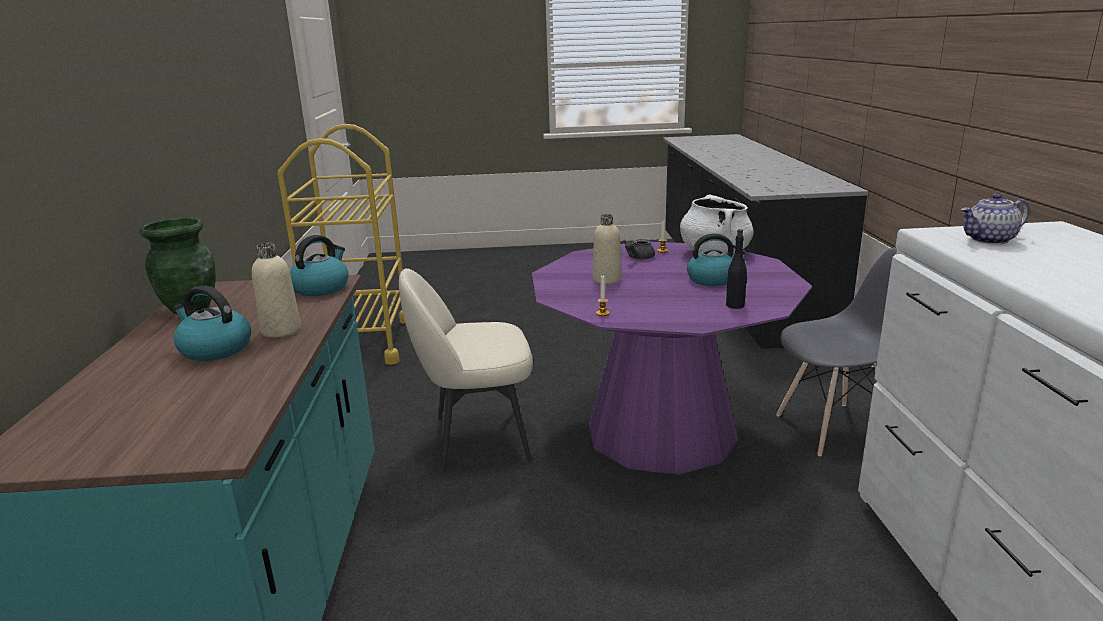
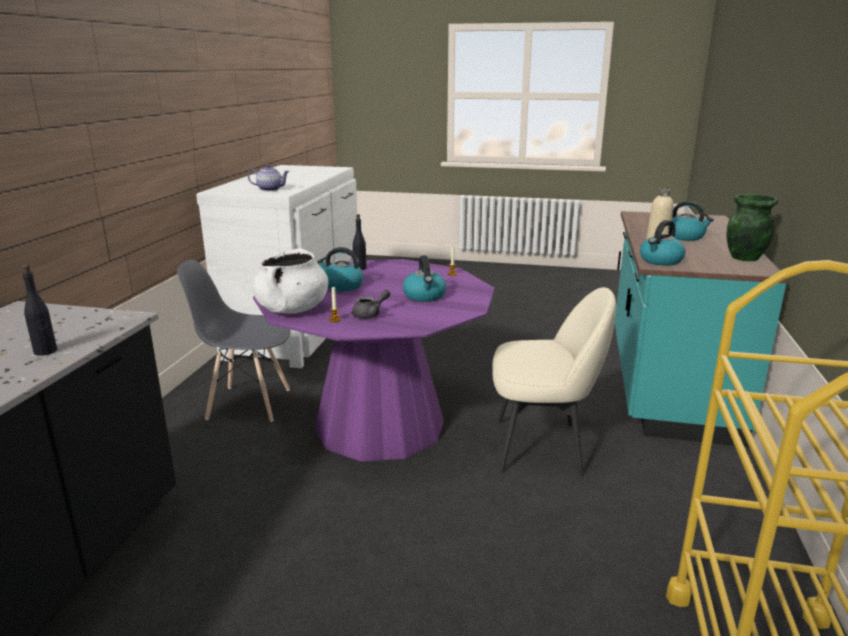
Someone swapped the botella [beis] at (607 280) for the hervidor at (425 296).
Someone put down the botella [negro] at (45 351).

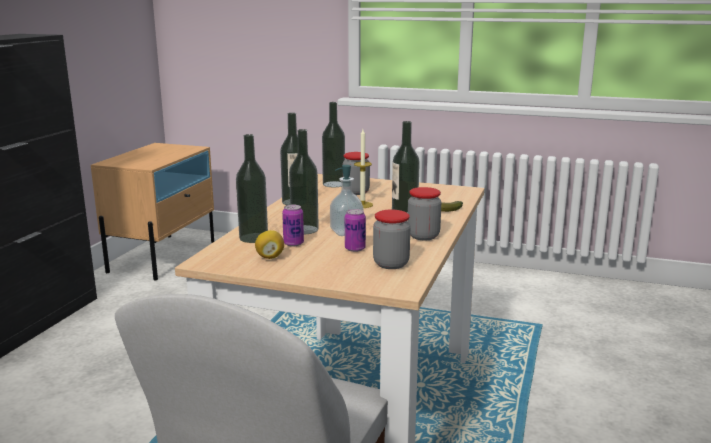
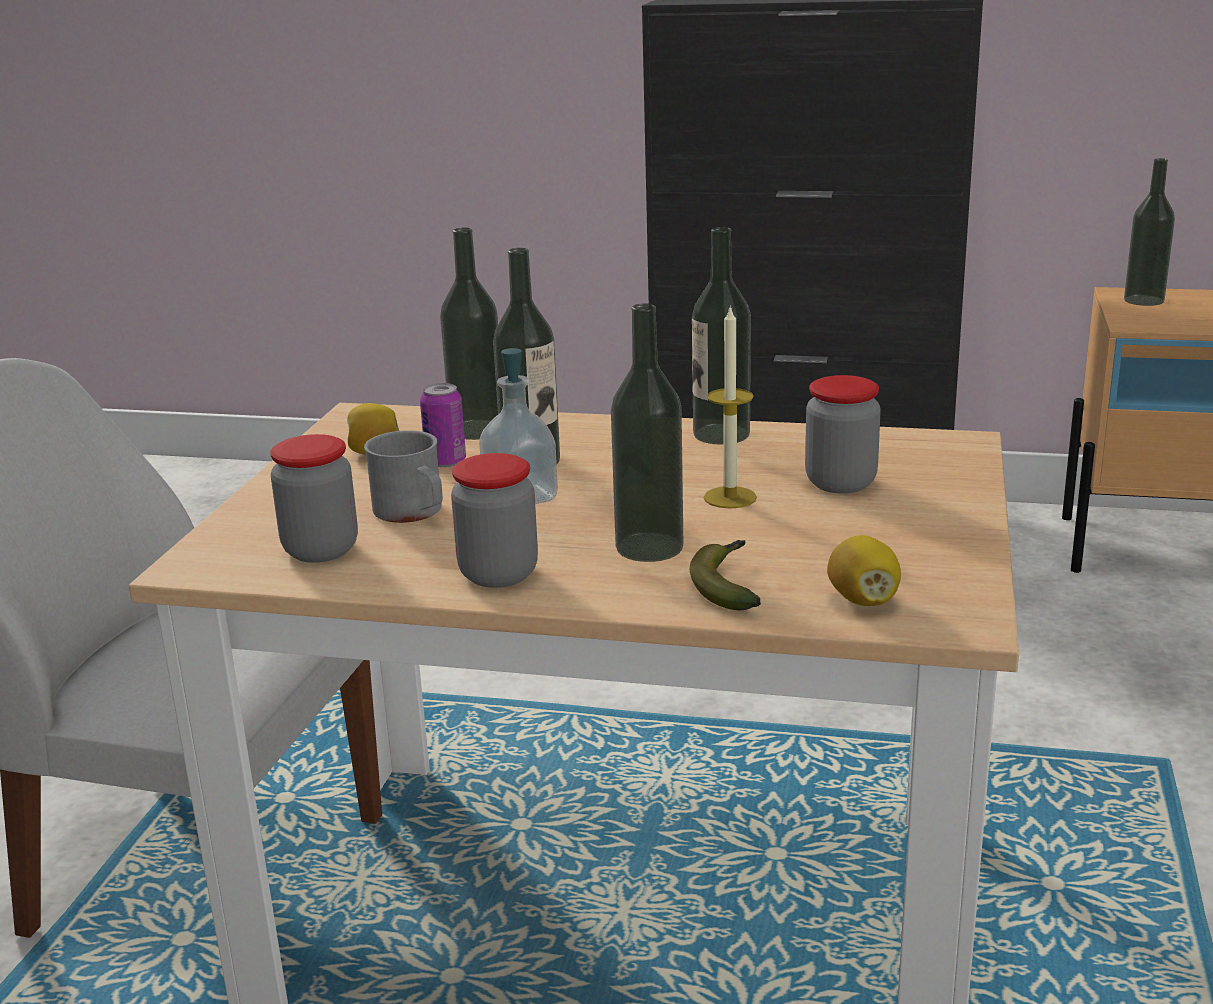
Someone carried the botella from (333 184) to (1144 300).
Someone swapped the lata at (355 249) for the taza grande [gris] at (414 513).
Someone put down the limón at (863 600).

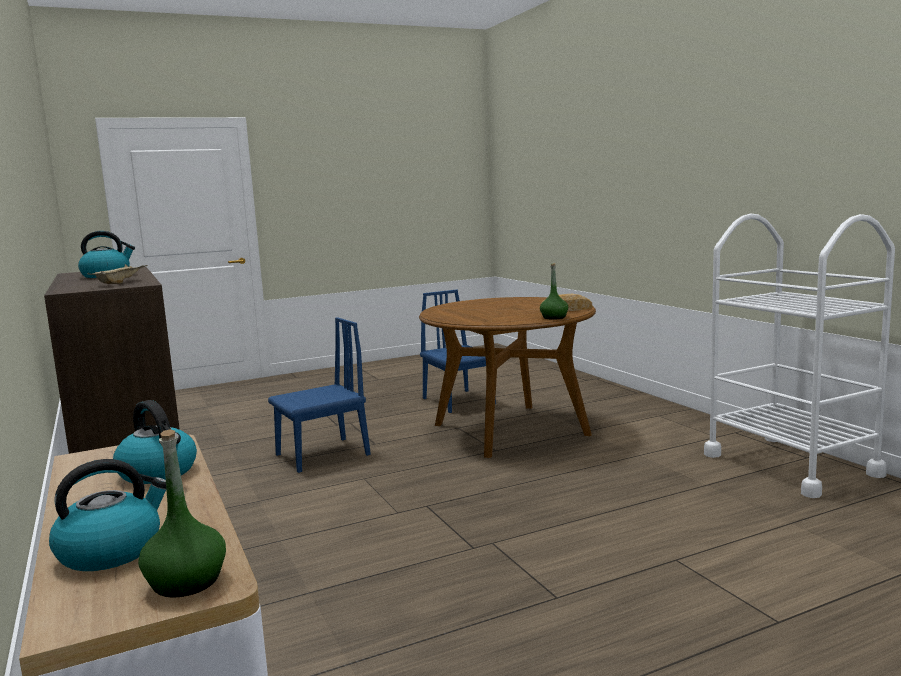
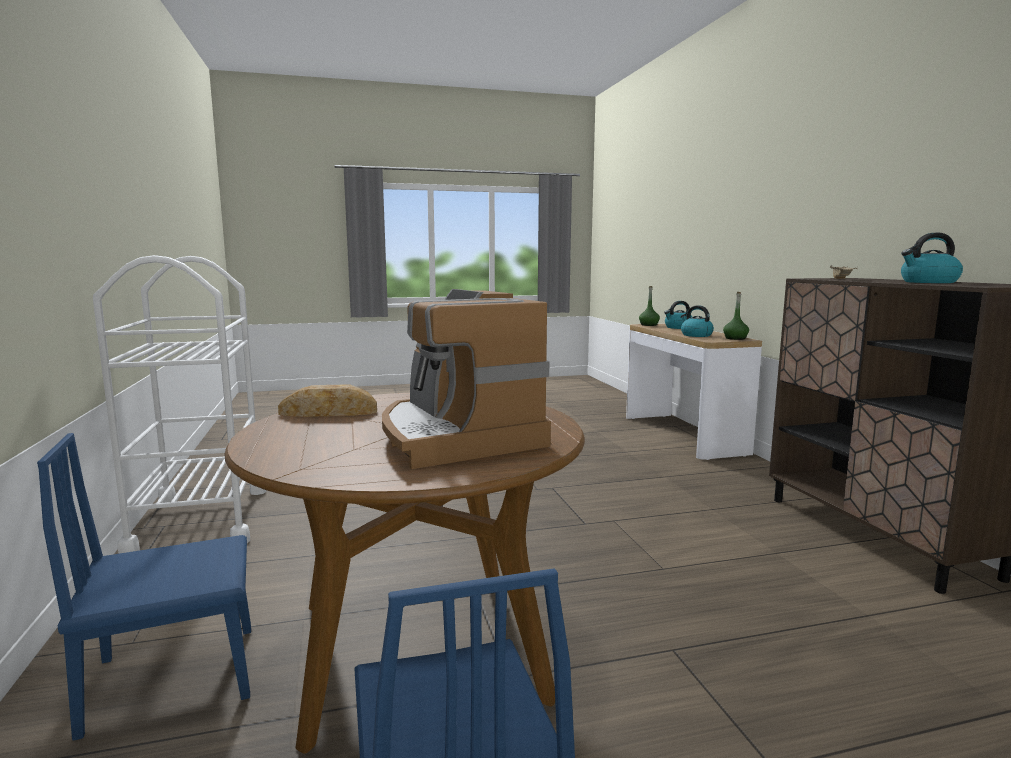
Someone carried the botella [verde] from (554 317) to (735 338).
Someone carried the silla [azul] from (322 455) to (174 678).
Someone put down the cafetera at (456 436).

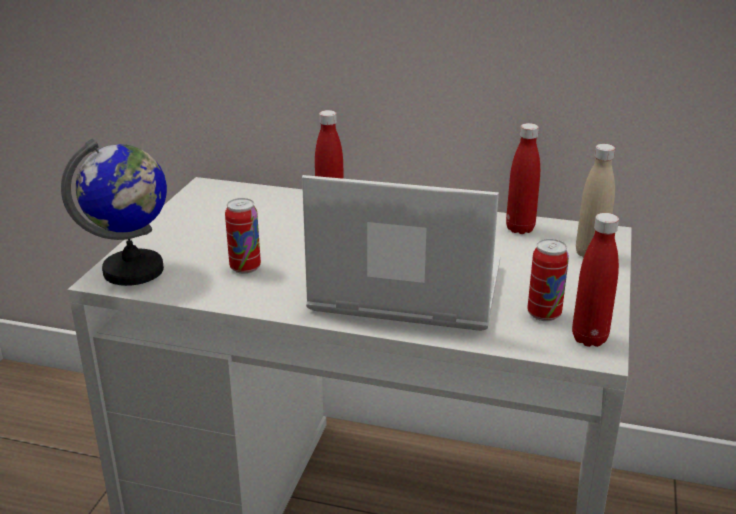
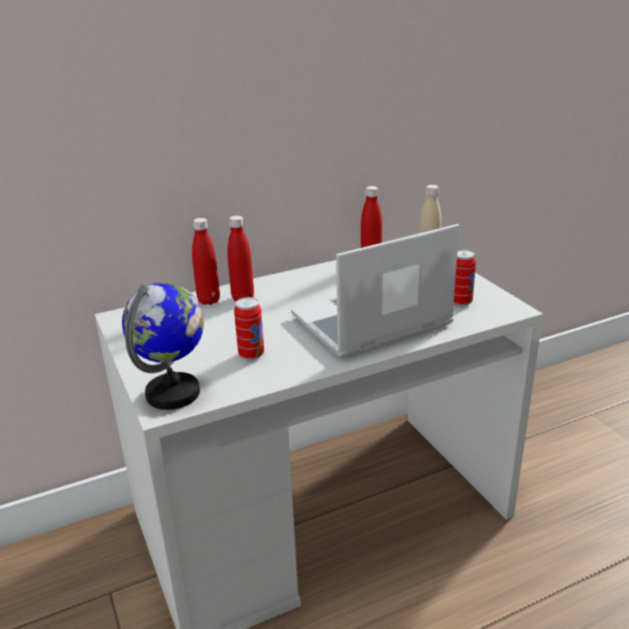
Someone carried the botella [rojo] from (589 338) to (209 300).

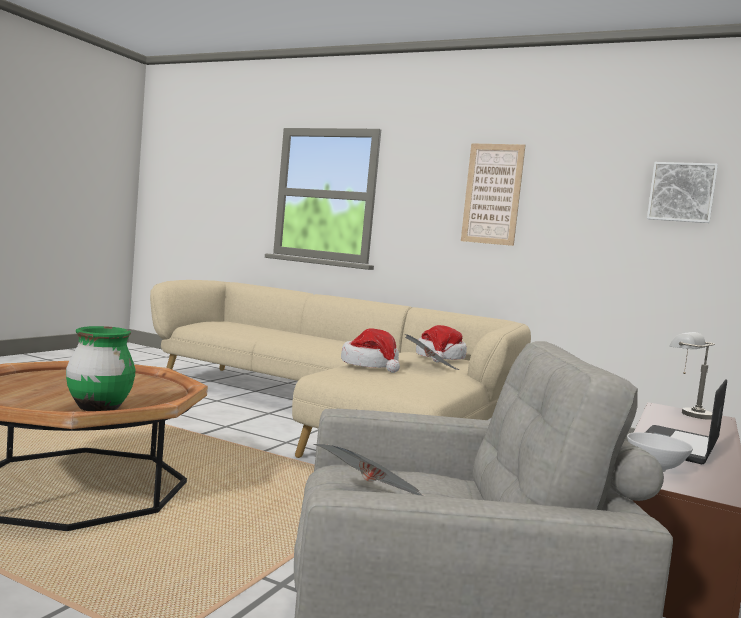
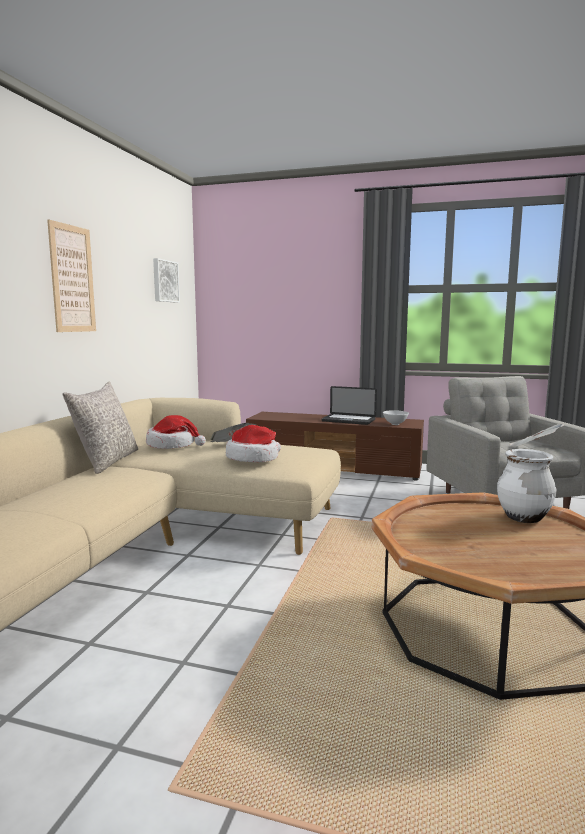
Someone repainted the florero [verde] at (98 408), which became the florero [blanco] at (523 518).
Someone took away the lámpara de mesa [gris] at (686 413).
Someone put down the cojín [gris] at (107 461).

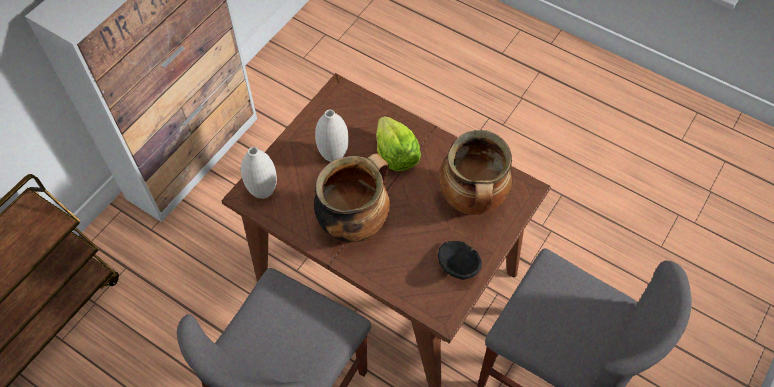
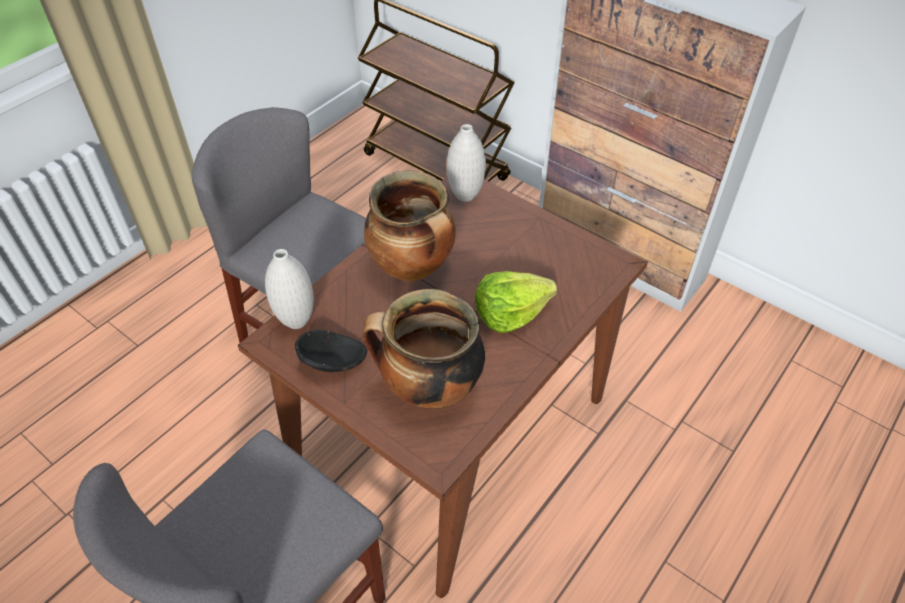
Someone carried the florero [blanco] from (333 156) to (296 321).

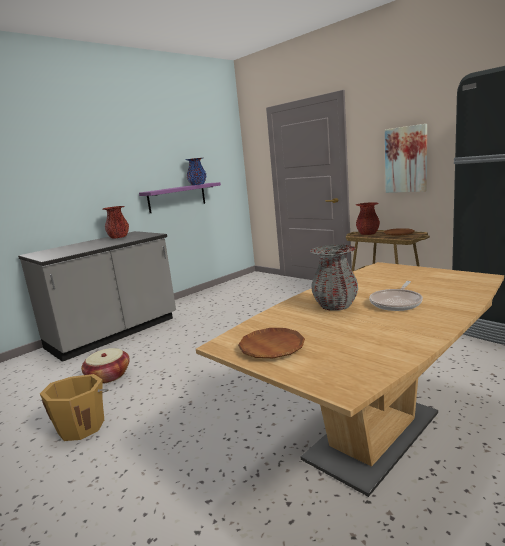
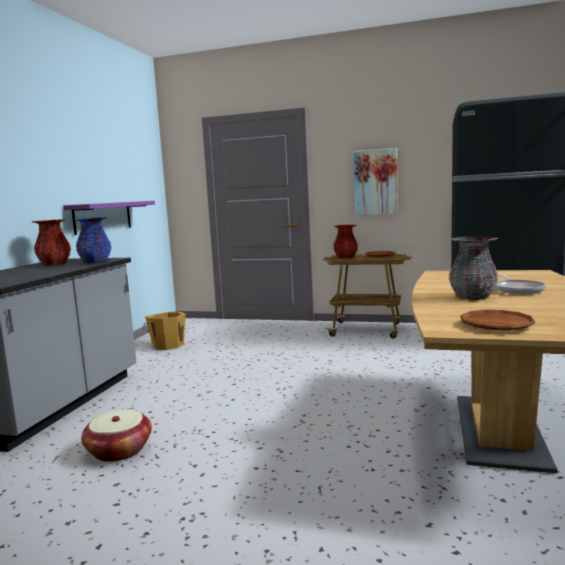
Someone carried the florero [azul] from (197 184) to (95 261).
Someone carried the cubo [naranja] from (81 426) to (168 345).

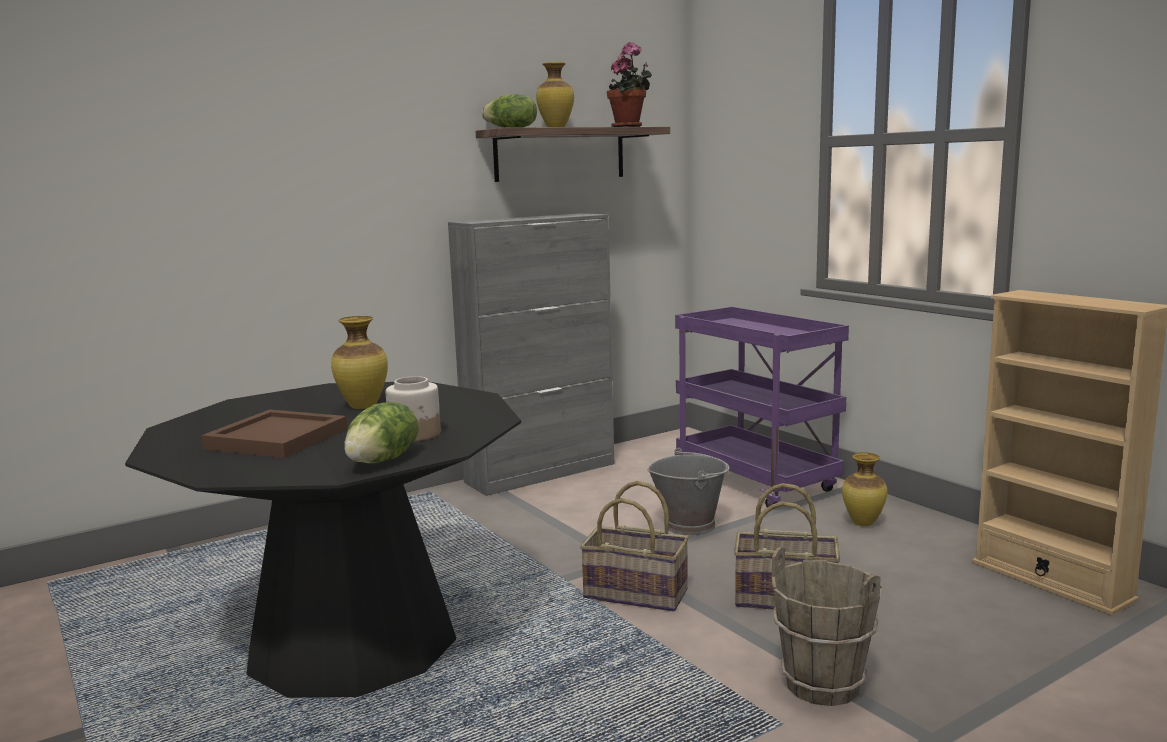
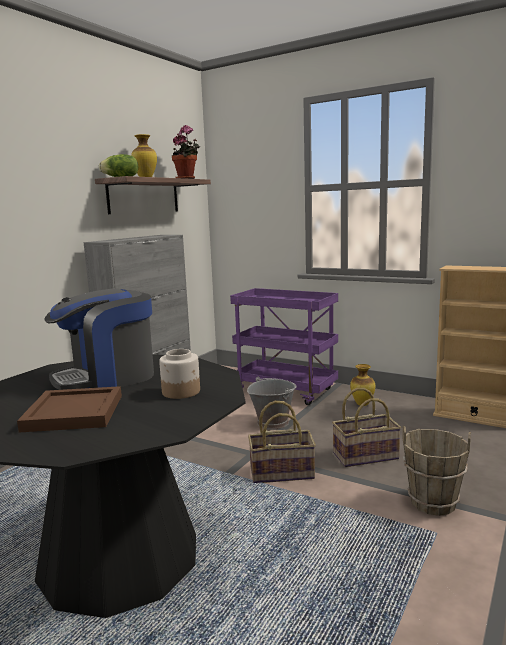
Someone swapped the florero at (364 407) for the cafetera at (107 378).
Someone took away the lechuga at (384 460).

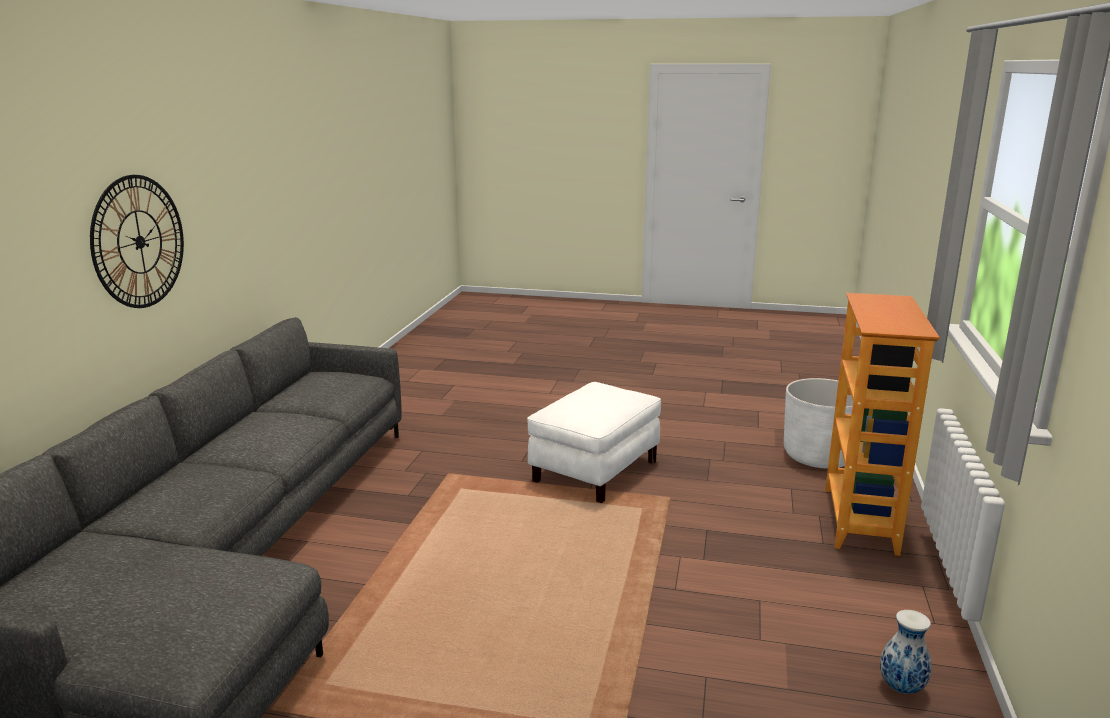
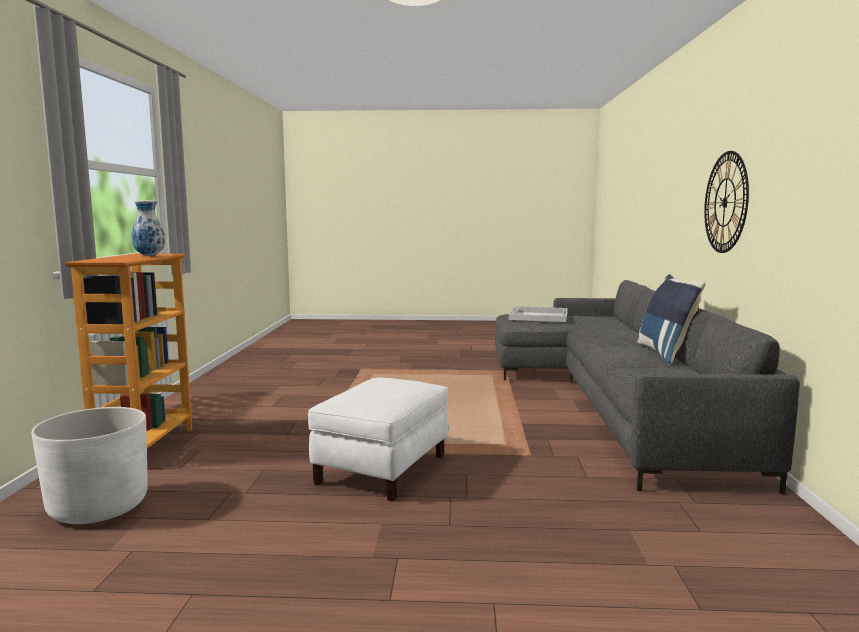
Someone carried the florero from (901 688) to (150 255).
Someone put down the cojín [azul] at (667 353).
Someone put down the bandeja [blanco] at (539 316).

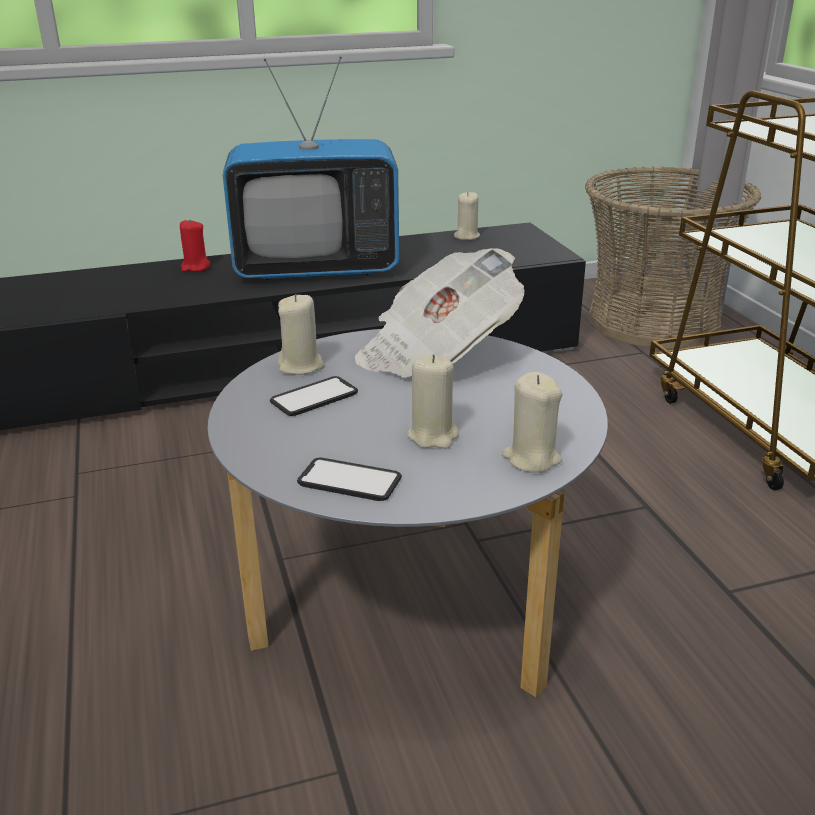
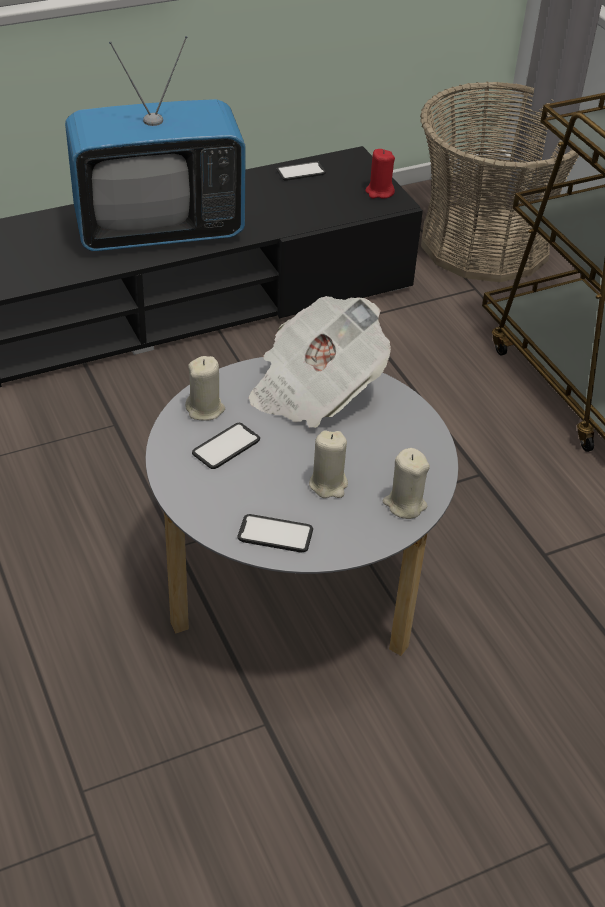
Someone swapped the vela [beis] at (466 236) for the móvil at (301 172).
Someone carried the vela [rojo] from (195 267) to (379 192).

